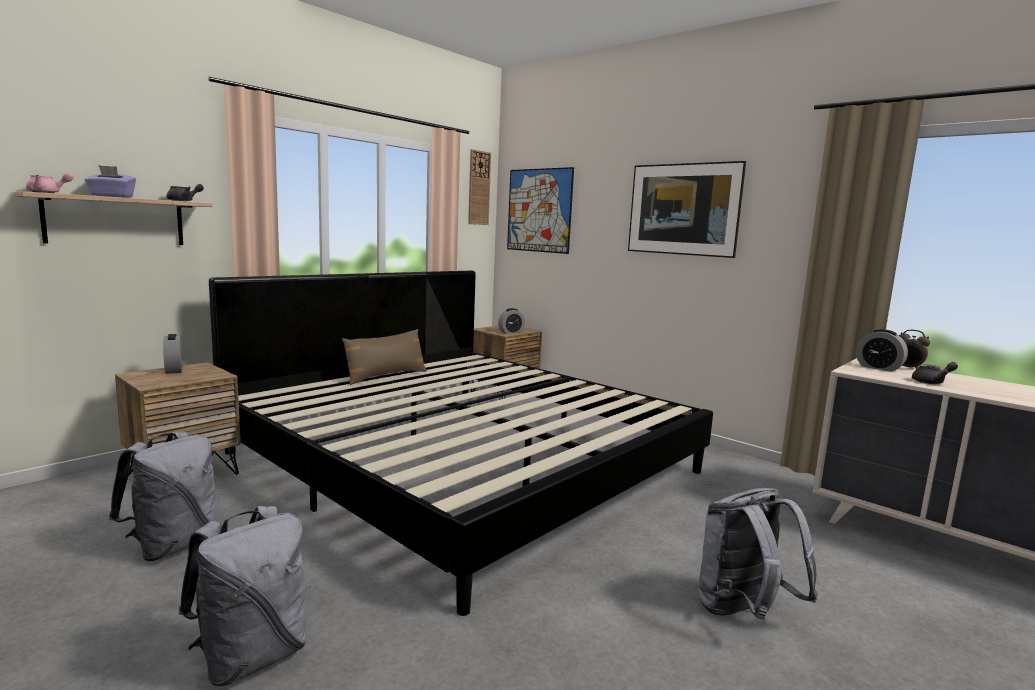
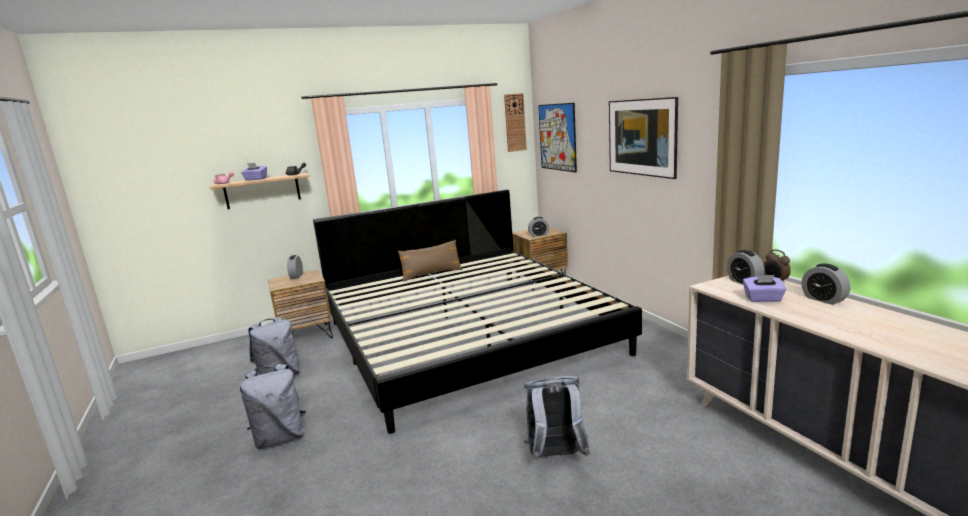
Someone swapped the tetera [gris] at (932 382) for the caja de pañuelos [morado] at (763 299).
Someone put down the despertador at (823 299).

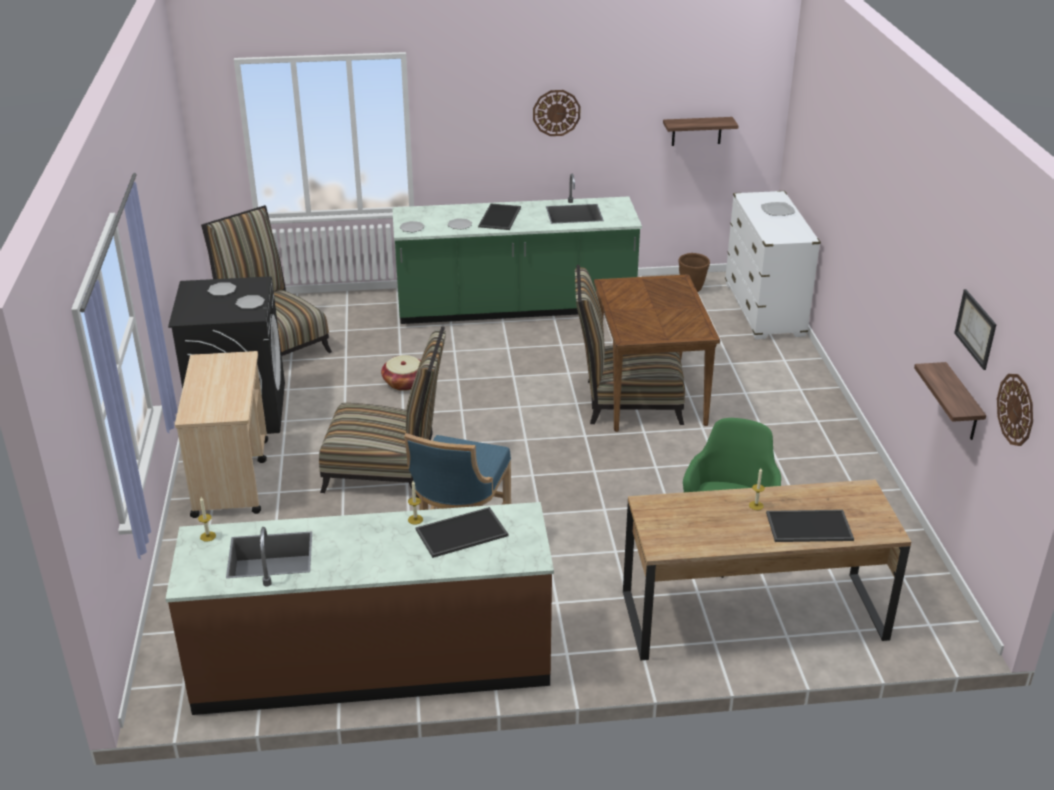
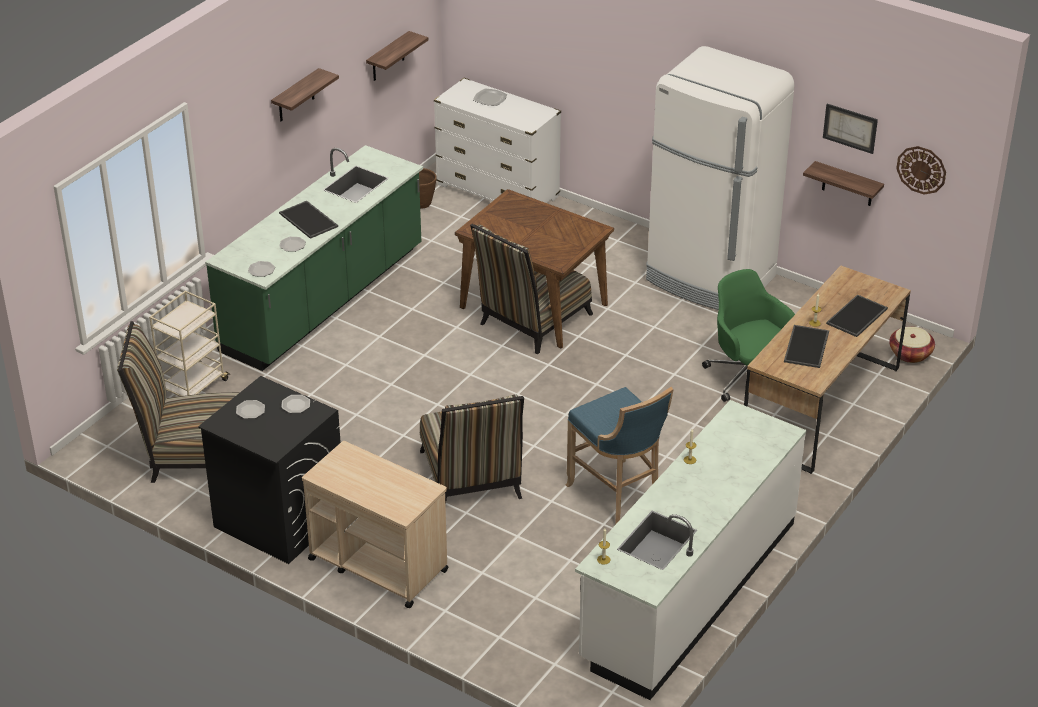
Someone swapped the reloj de pared at (556 112) for the estante at (296 96).
Someone rotated the silla at (387 470) by 120 degrees clockwise.
Someone carried the cesta from (404 383) to (910 354).
Someone repainted the mueble bajo de cocina [marrón] at (373 663), which became the mueble bajo de cocina [blanco] at (688 591).
Someone carried the bandeja from (461 534) to (807 347).
Someone put down the nevera [blanco] at (710 279).
Someone put down the carrito [beis] at (193 388).

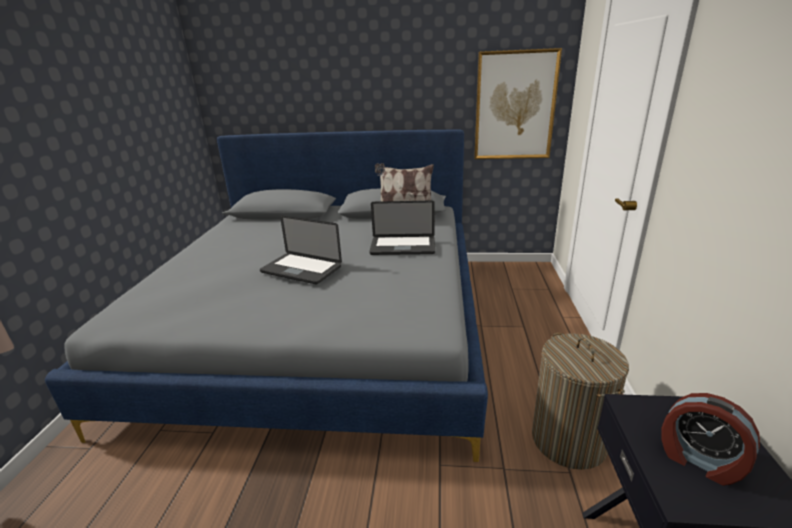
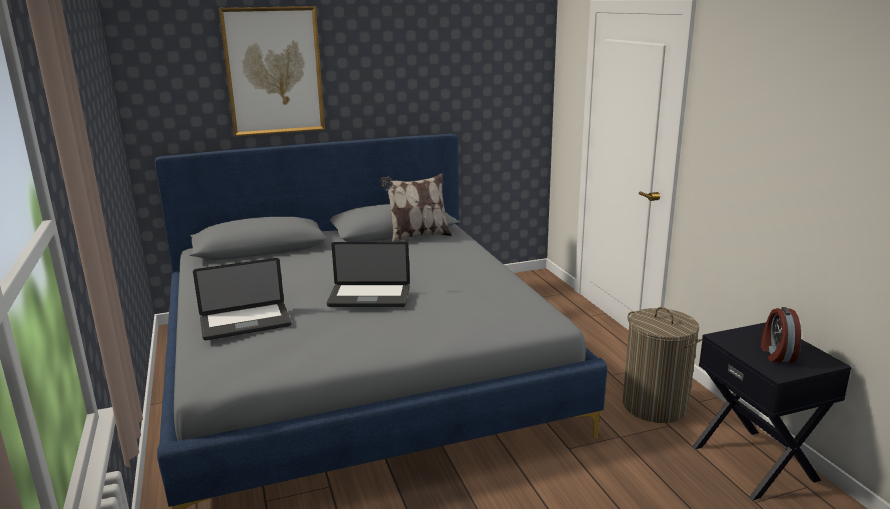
Someone carried the cuadro from (514 106) to (274 71).
Someone carried the portátil from (403 247) to (245 323).
Someone rotated the despertador at (699 461) by 75 degrees clockwise.

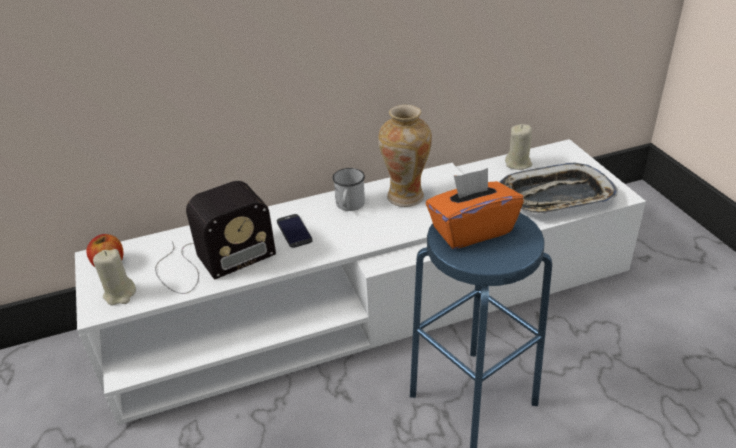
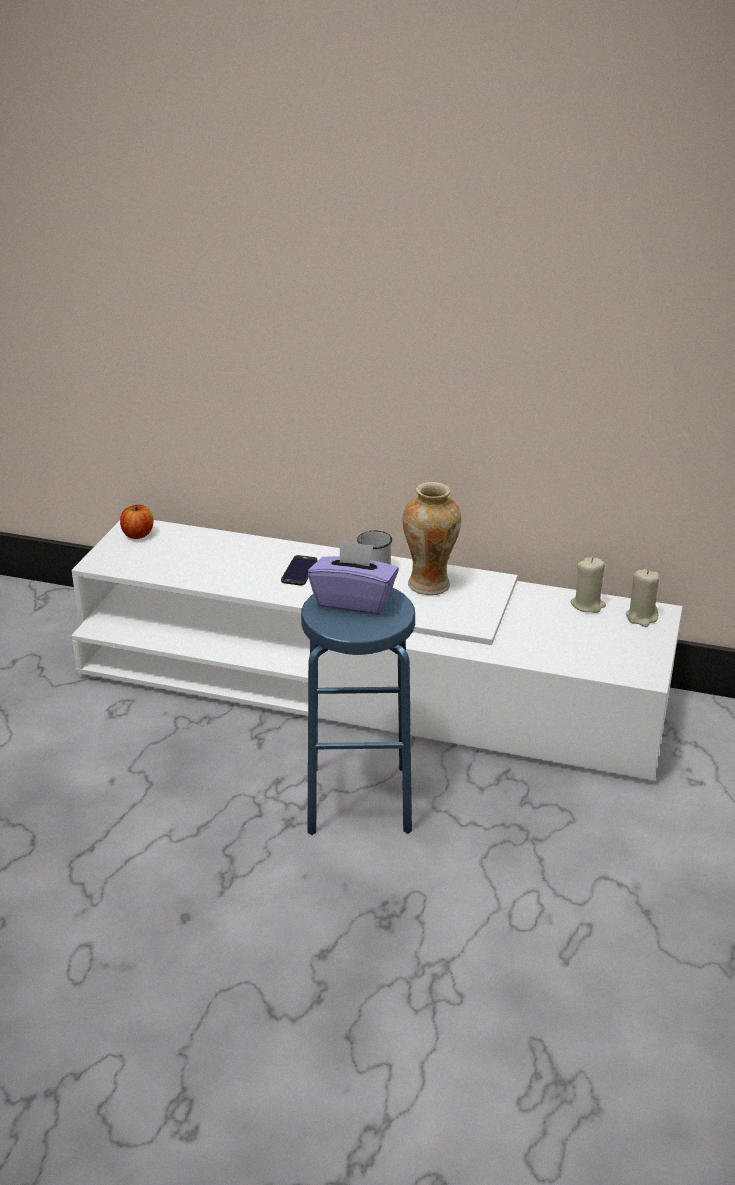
Someone took away the bandeja at (555 197).
Someone repainted the caja de pañuelos [naranja] at (471 230), which became the caja de pañuelos [morado] at (354 601).
Someone took away the radio at (210 261).
Someone carried the vela [beis] from (120 294) to (641 617).

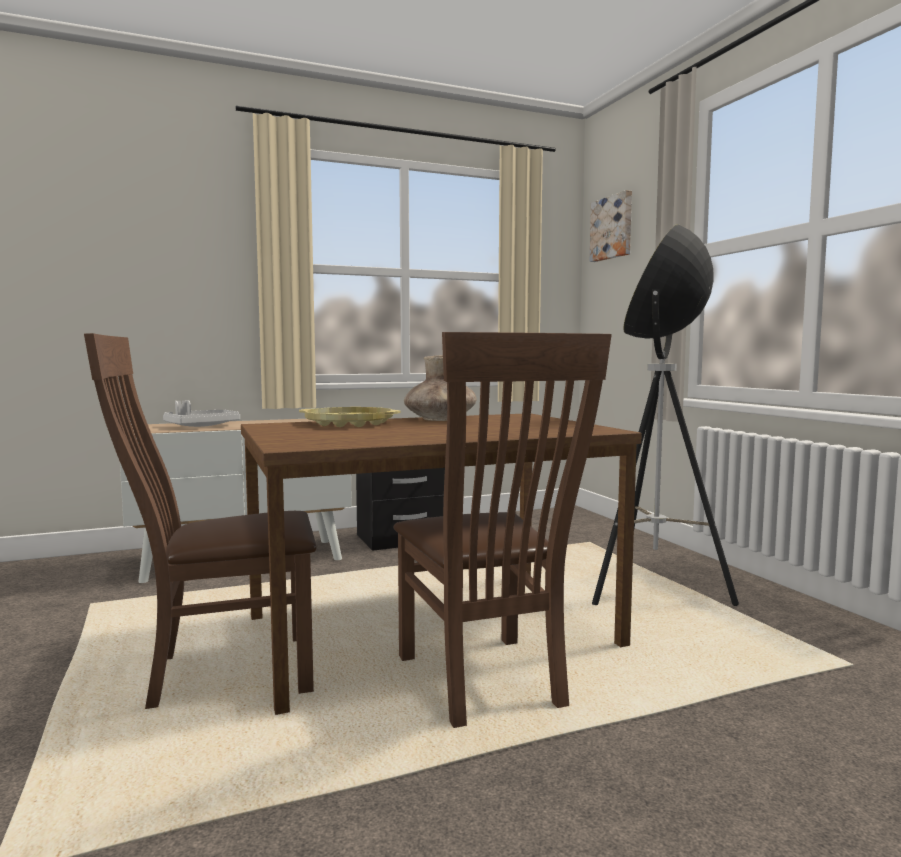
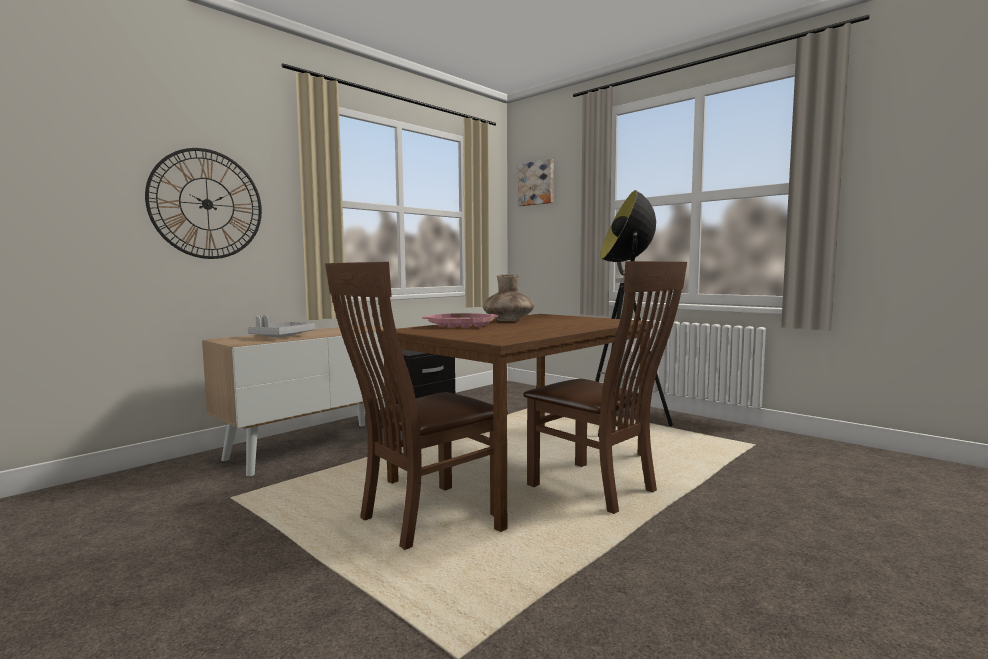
Someone repainted the bandeja [amarillo] at (349 423), which became the bandeja [rosa] at (461 325).
Someone put up the reloj de pared at (207 204).

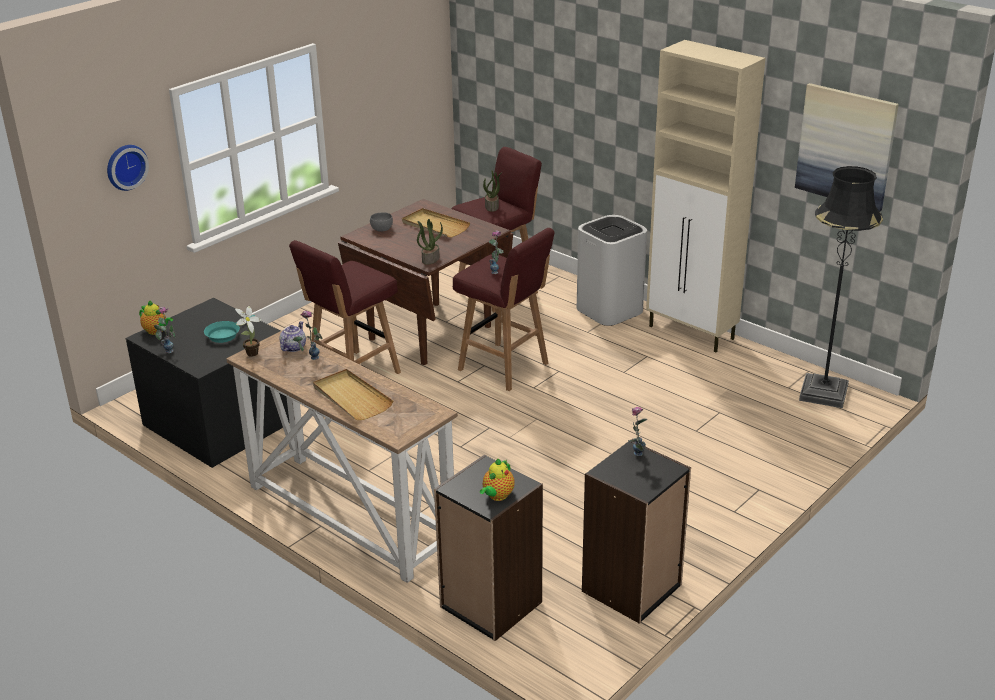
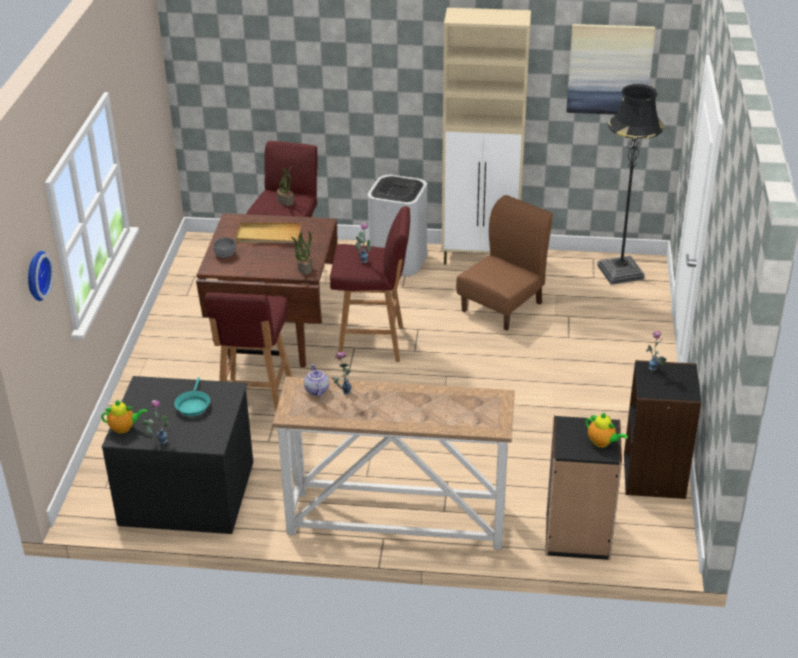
Someone took away the planta en maceta at (250 354).
Someone took away the bandeja [beis] at (351 397).
Someone rotated the tetera at (497 496) by 45 degrees counterclockwise.
Someone put down the silla [marrón] at (503 306).

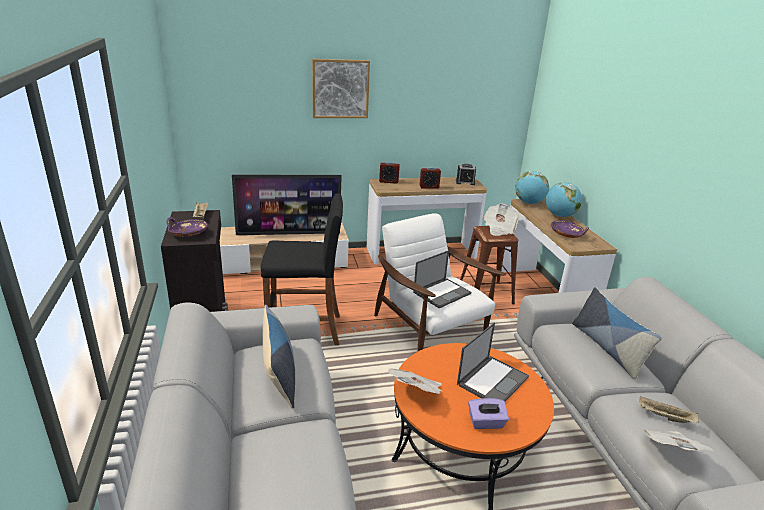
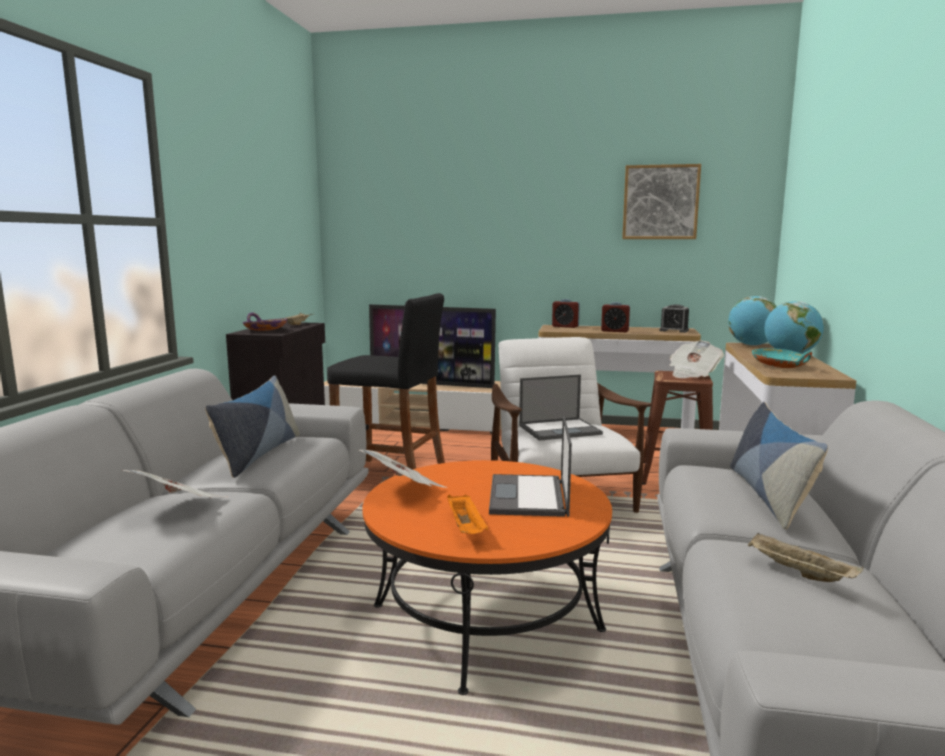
Someone carried the cuadro from (340 89) to (660 202).
Someone repainted the cuenco [morado] at (567 234), which became the cuenco [turquesa] at (780 366).
Someone rotated the portátil at (493 380) by 120 degrees clockwise.
Someone swapped the caja de pañuelos [morado] at (486 423) for the bandeja [naranja] at (466 528).
Someone carried the periódico from (671 452) to (179 507).

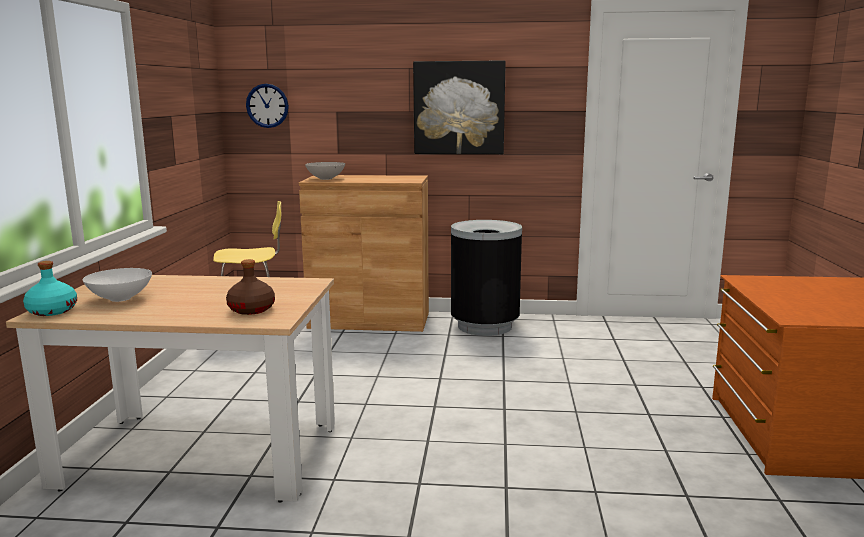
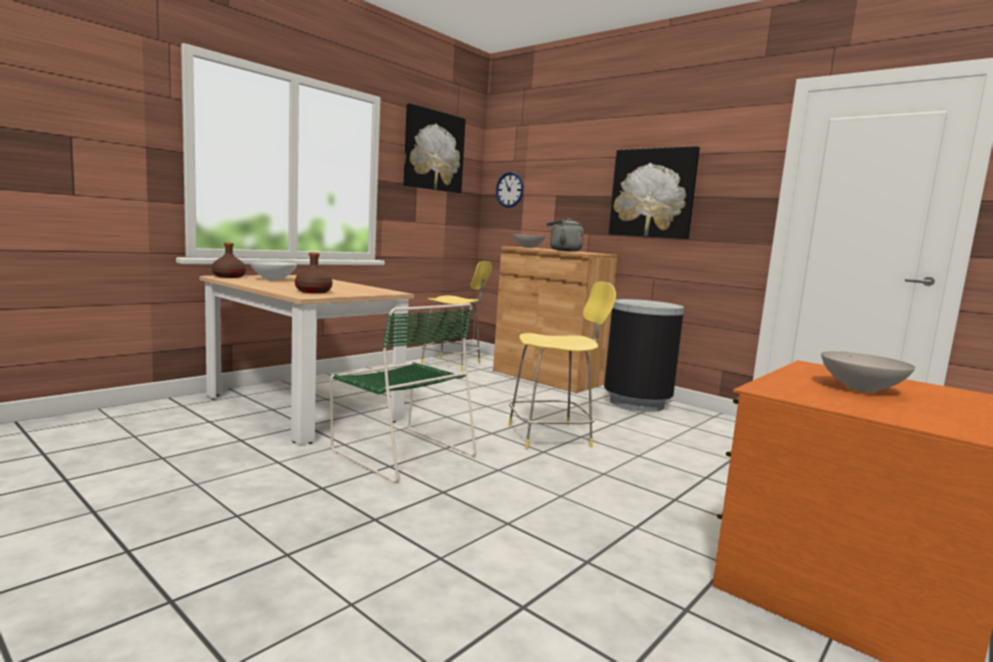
Someone repainted the botella [turquesa] at (51 311), which became the botella [marrón] at (228 277).
Someone put up the cuadro at (433 151).
Someone put down the hervidor [gris] at (562 250).
Someone put down the taburete [amarillo] at (552 436).
Someone put down the silla [verde] at (400 452).
Someone put down the cuenco [blanco] at (862 389).

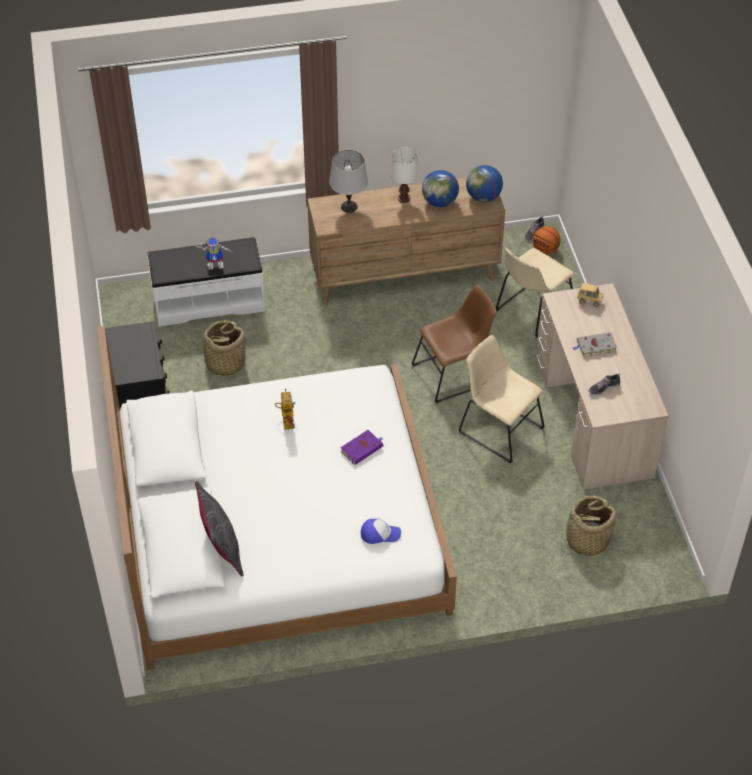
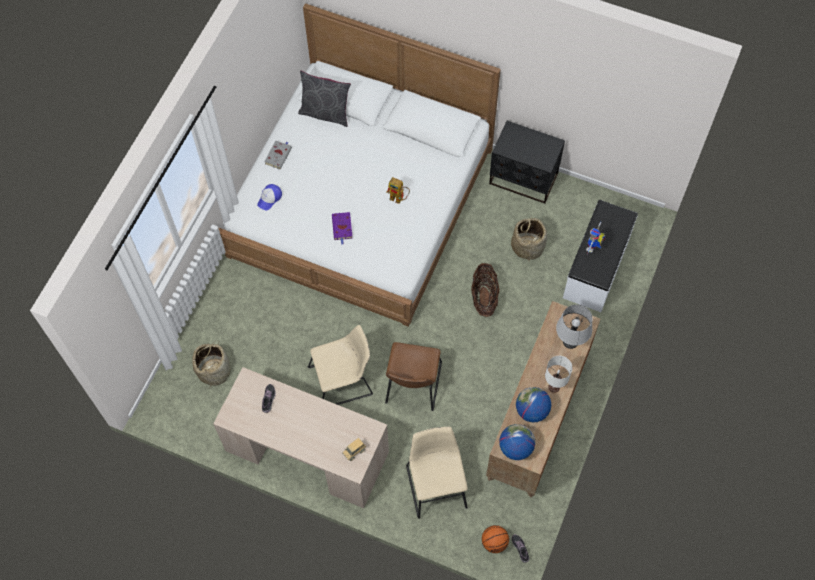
Someone carried the libro [gris] from (595 346) to (278 155).
Someone put down the cesta at (484 297).

